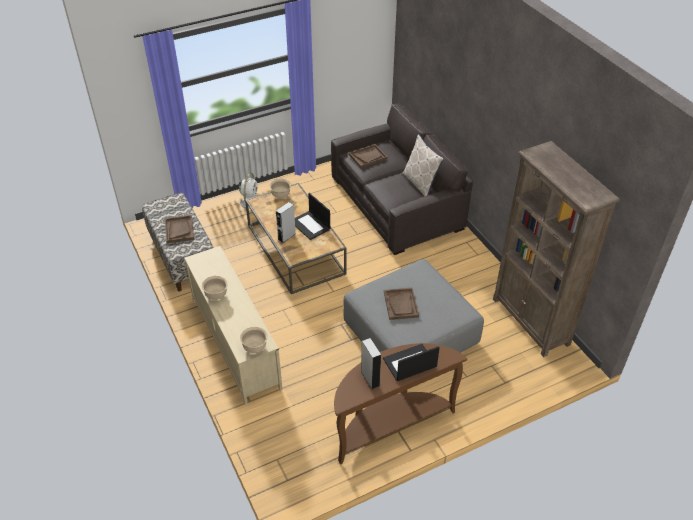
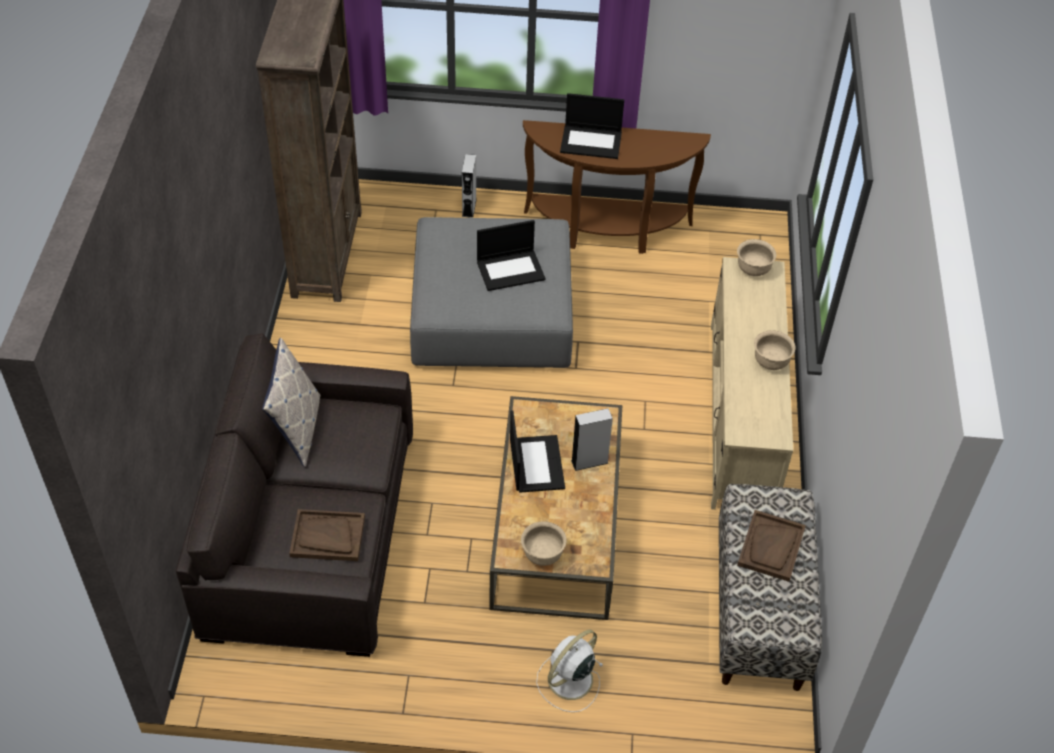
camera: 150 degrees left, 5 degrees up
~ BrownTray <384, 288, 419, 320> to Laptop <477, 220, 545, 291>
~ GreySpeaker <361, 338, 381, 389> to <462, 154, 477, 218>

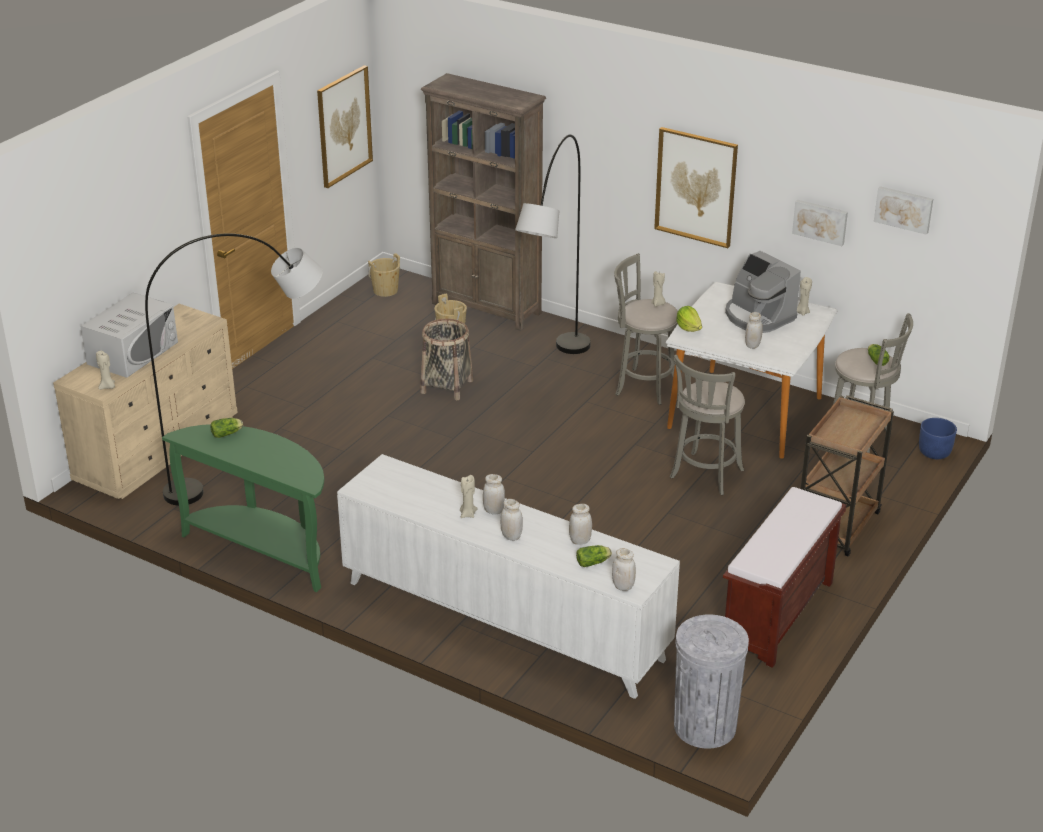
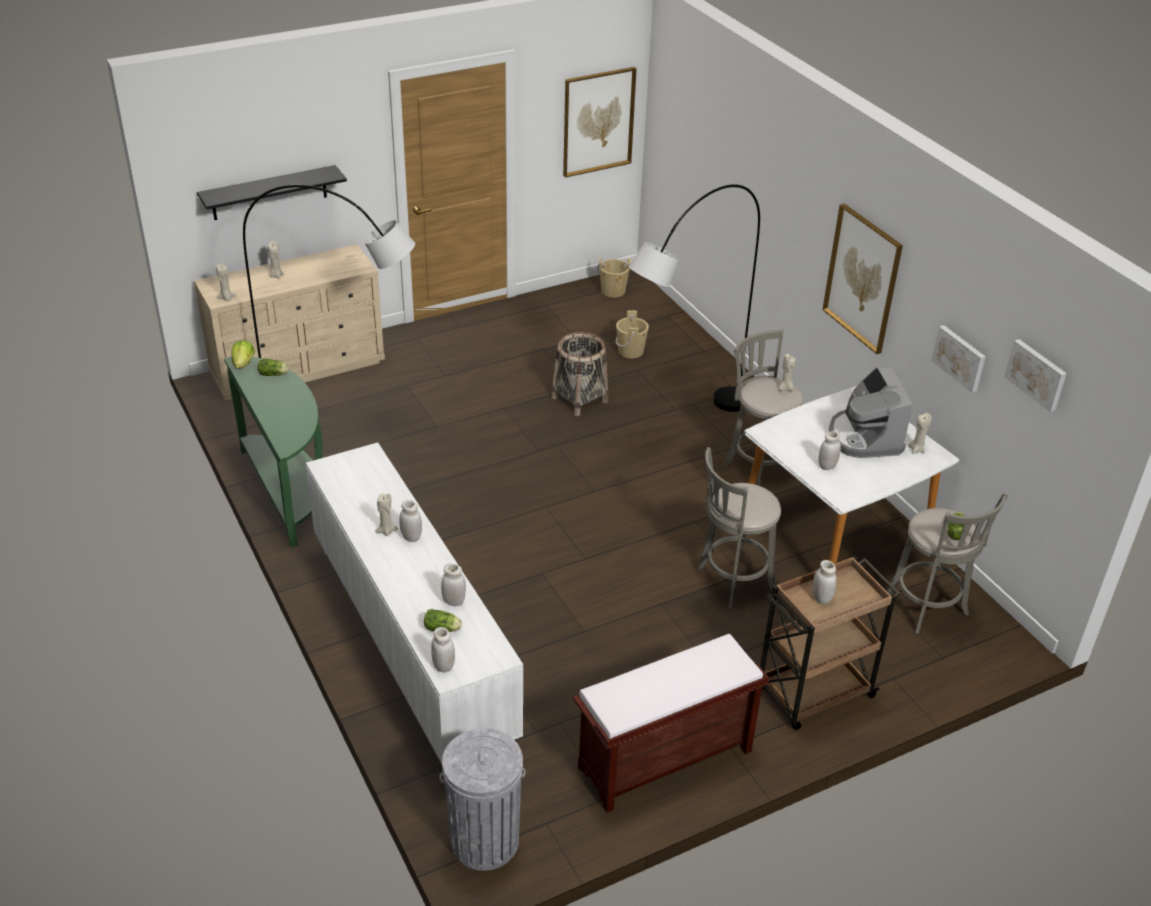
camera: 30 degrees right, 5 degrees up
- BrownBookcase <421, 73, 546, 331>
~ WhiteMicrowave <80, 293, 178, 378> to BeigeCandle <268, 241, 284, 279>
~ Lettuce <676, 306, 702, 332> to <231, 340, 255, 369>
- BluePlanter <919, 418, 957, 459>
~ WhiteJar <501, 499, 523, 541> to <812, 560, 836, 604>
+ BlackShelf <197, 165, 347, 220>

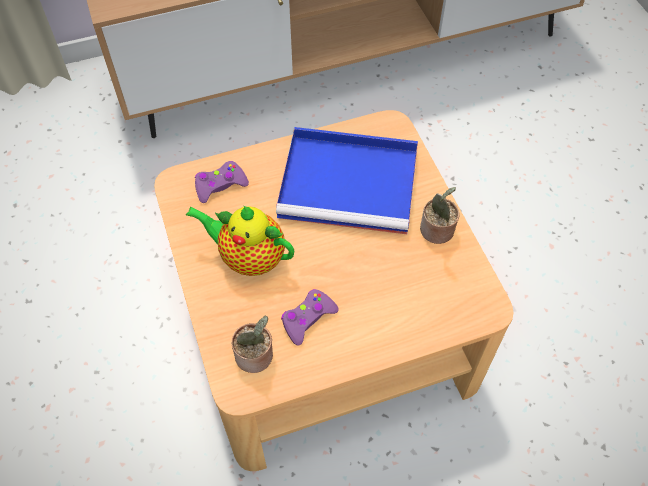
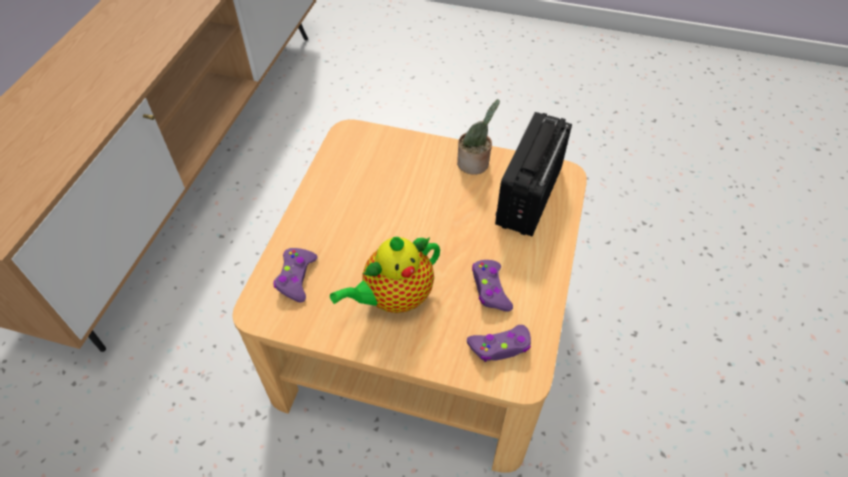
camera: 55 degrees left, 5 degrees down
- BlueTray <276, 127, 418, 234>
~ PottedPlant <232, 316, 273, 373> to PurpleGameController <467, 325, 531, 362>
+ Radio <495, 112, 572, 236>

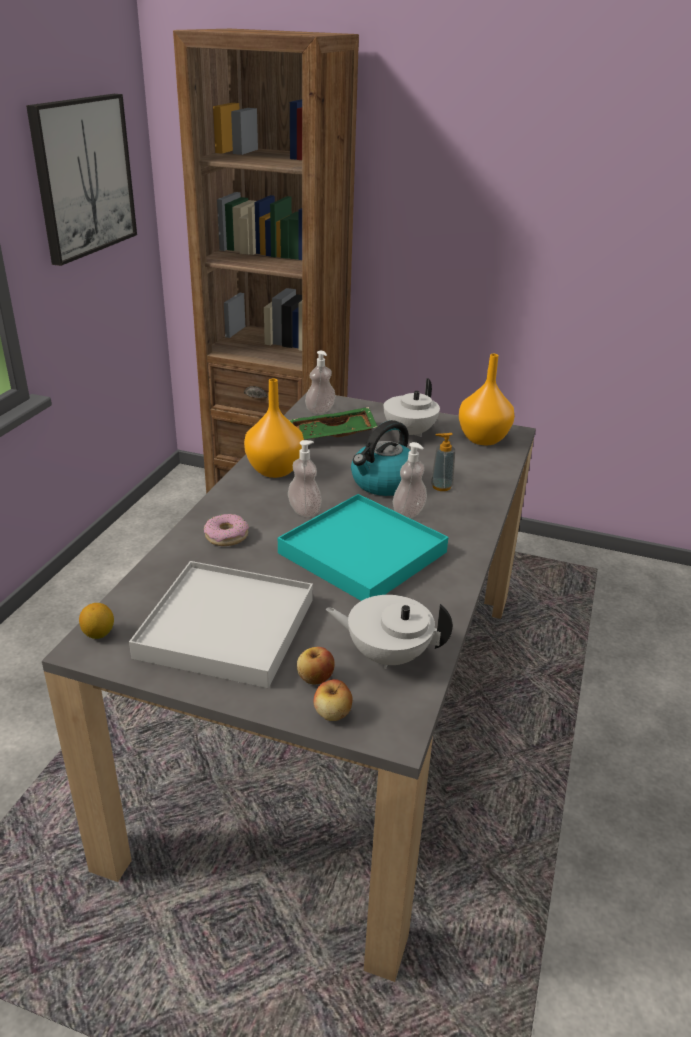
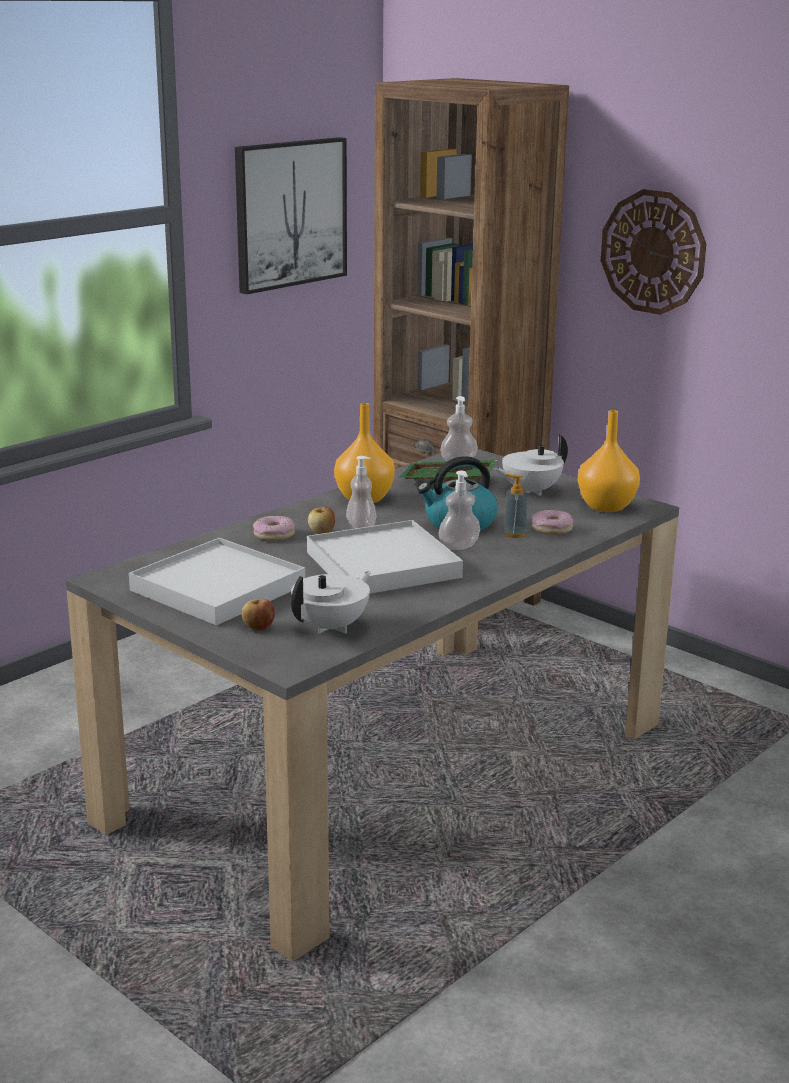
camera: 25 degrees right, 10 degrees down
~ TurquoiseTray <278, 494, 448, 601> to WhiteTray <307, 520, 463, 593>
~ WhiteTeapot <326, 595, 453, 669> = <291, 571, 371, 634> 90 degrees clockwise
- Lemon <79, 603, 114, 639>
~ Apple <314, 679, 353, 721> to <308, 506, 335, 534>
+ WallClock <601, 189, 706, 315>
+ Donut <532, 510, 573, 535>

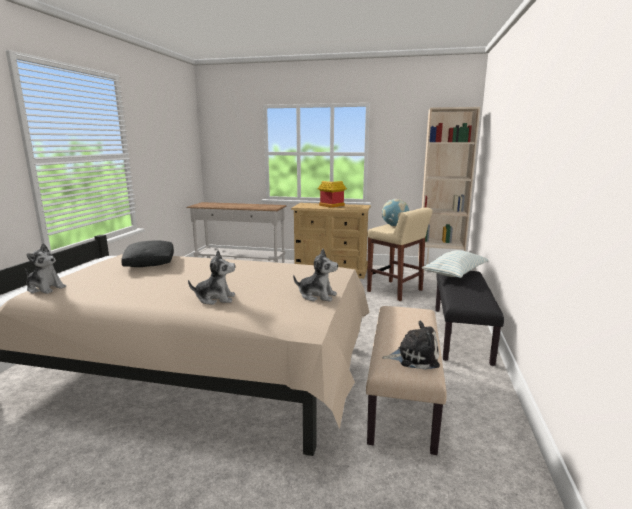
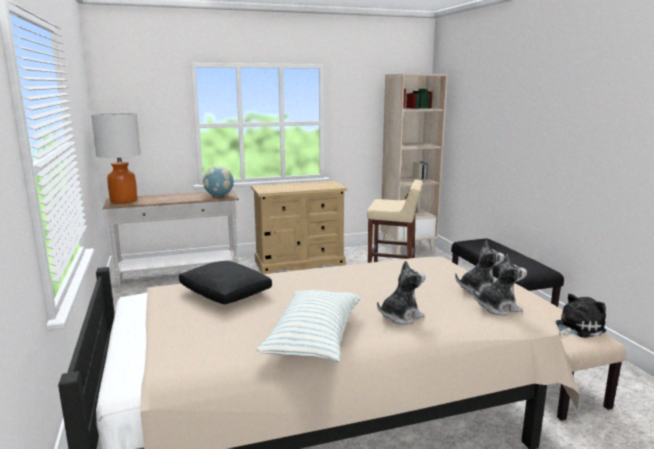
camera: 30 degrees left, 0 degrees up
- ToyHouse <318, 181, 347, 208>
~ Globe <382, 199, 409, 226> to <203, 166, 234, 197>
~ PlushToy <25, 243, 66, 294> to <473, 255, 527, 315>
~ Pillow <422, 250, 488, 278> to <256, 290, 360, 362>
+ TableLamp <91, 113, 141, 204>

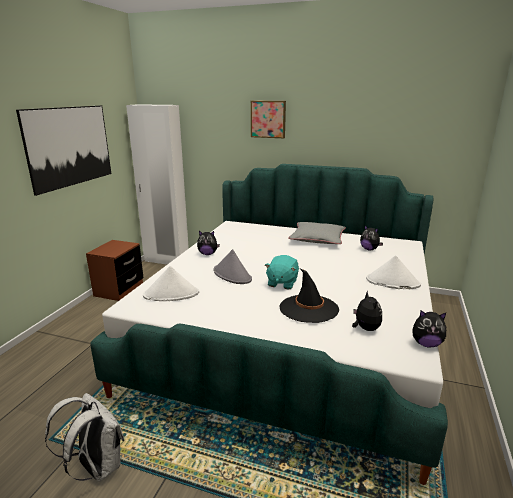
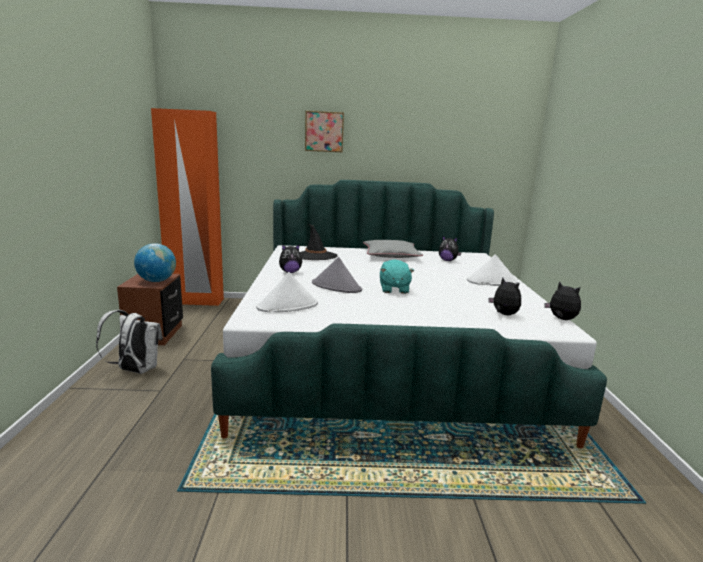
camera: 20 degrees left, 5 degrees down
~ WhiteWardrobe <126, 104, 189, 265> to OrangeWardrobe <151, 108, 224, 306>
- Picture <16, 105, 111, 196>
~ BlackHat <280, 269, 339, 323> to <300, 224, 338, 260>
~ PlushToy <412, 310, 446, 347> = <545, 281, 581, 320> 120 degrees counterclockwise
~ WhiteBackpack <45, 393, 125, 482> to <96, 310, 163, 374>
+ Globe <134, 243, 176, 282>

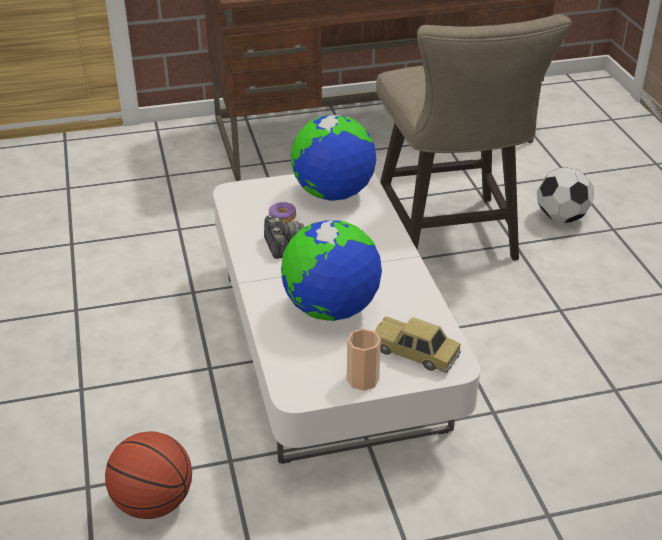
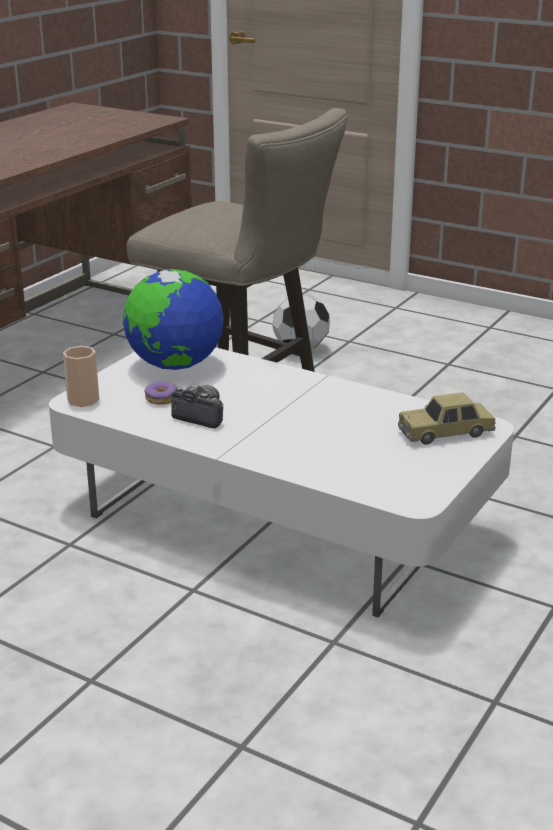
camera: 45 degrees left, 10 degrees down
- Globe <281, 220, 382, 321>
~ Cup <347, 329, 381, 391> to <63, 346, 99, 407>
- Basketball <105, 431, 192, 519>

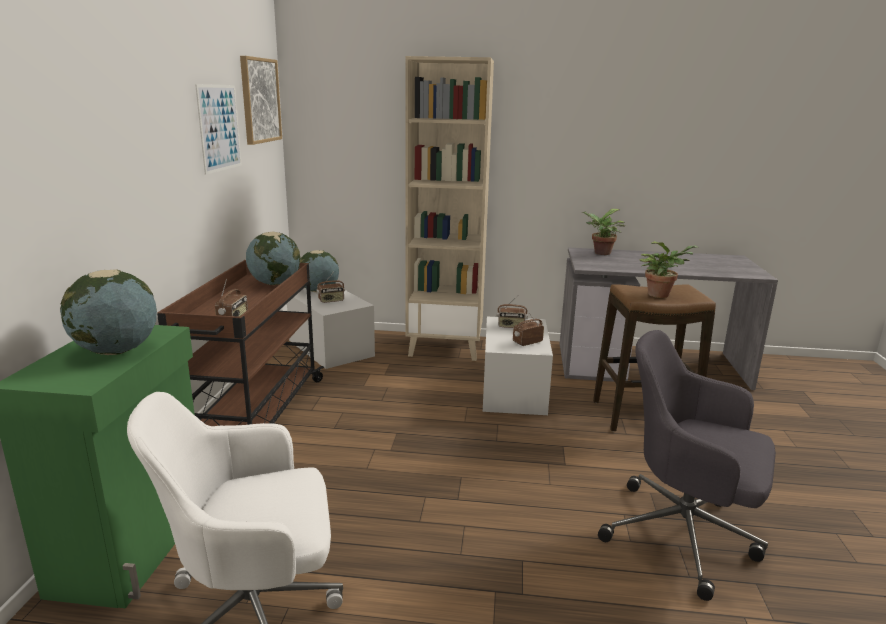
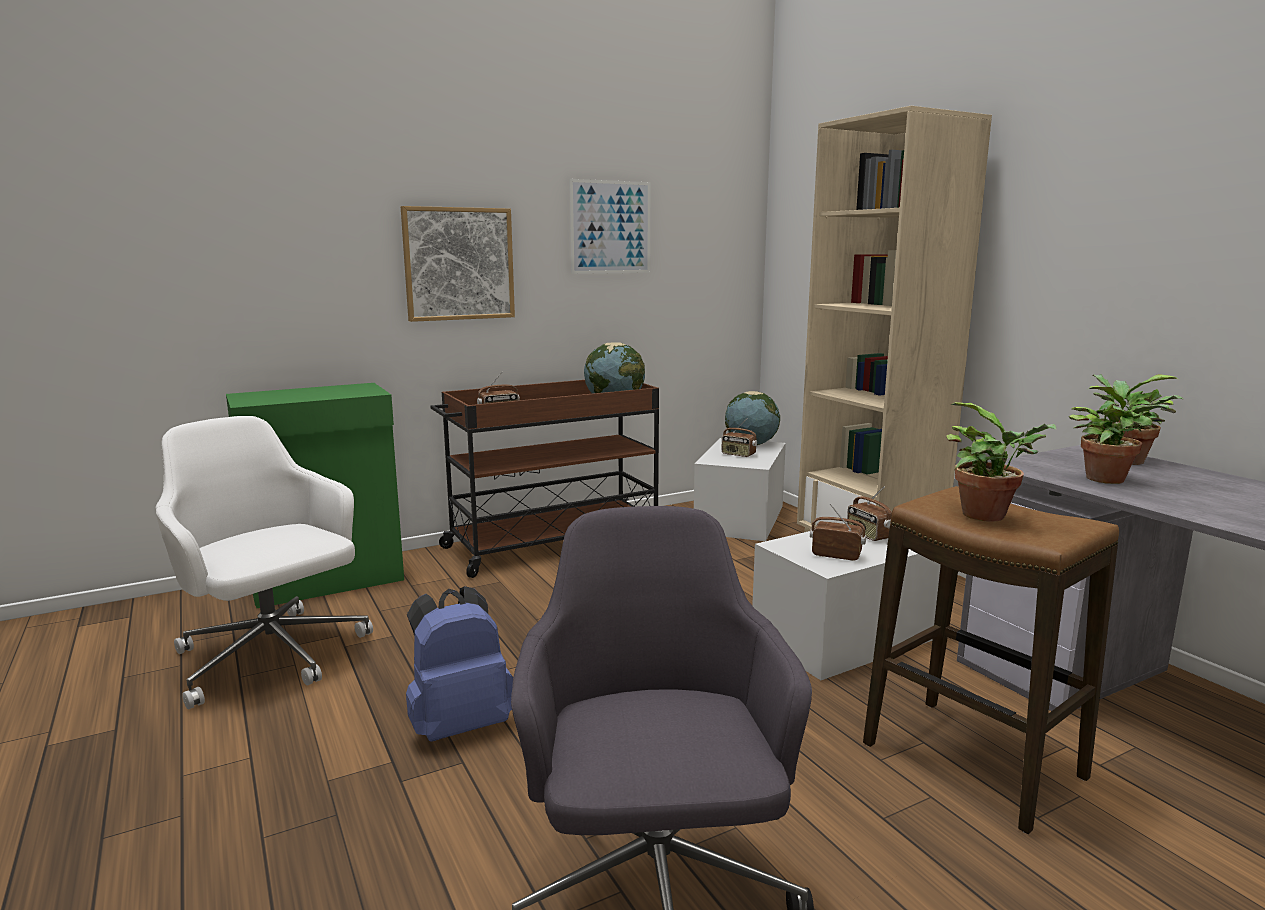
camera: 55 degrees right, 5 degrees down
~ Picture <240, 56, 282, 145> to <401, 206, 515, 322>
- Globe <60, 269, 157, 355>
+ PottedPlant <1069, 385, 1183, 484>
+ BlueBackpack <406, 586, 513, 742>

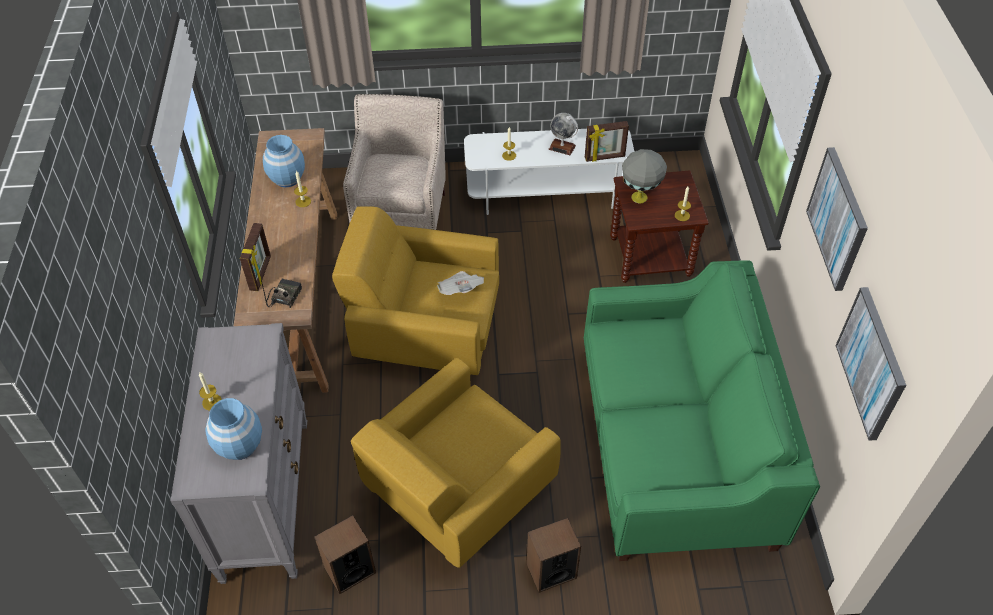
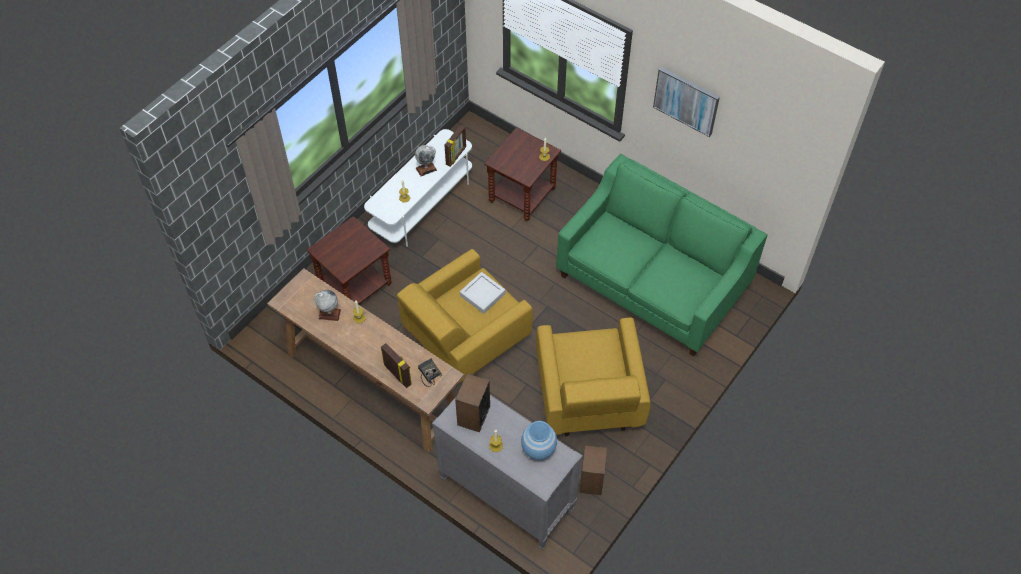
camera: 50 degrees left, 5 degrees up
~ BeigeArmchair <343, 94, 446, 230> to BrownSideTable <307, 216, 392, 305>
~ BlueVase <263, 135, 305, 187> to Globe <313, 290, 341, 321>
- GreyTableLamp <622, 149, 667, 203>
~ Newspaper <437, 271, 484, 295> to GreyTray <460, 272, 505, 314>
- Picture <835, 287, 906, 441>
~ Speaker <527, 518, 581, 593> to <455, 373, 490, 432>

